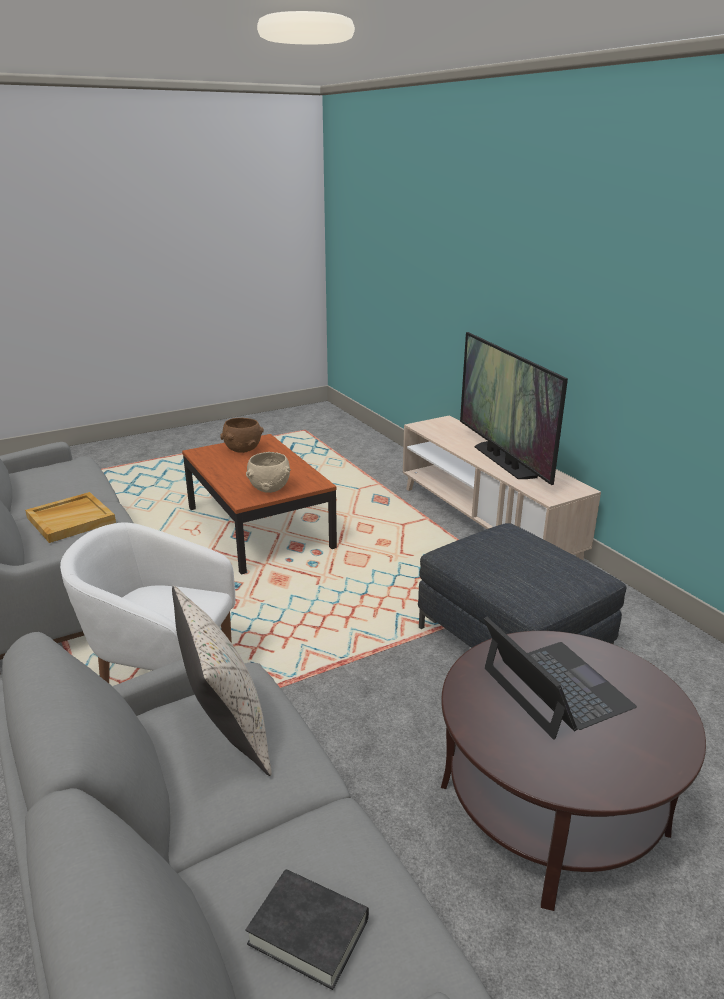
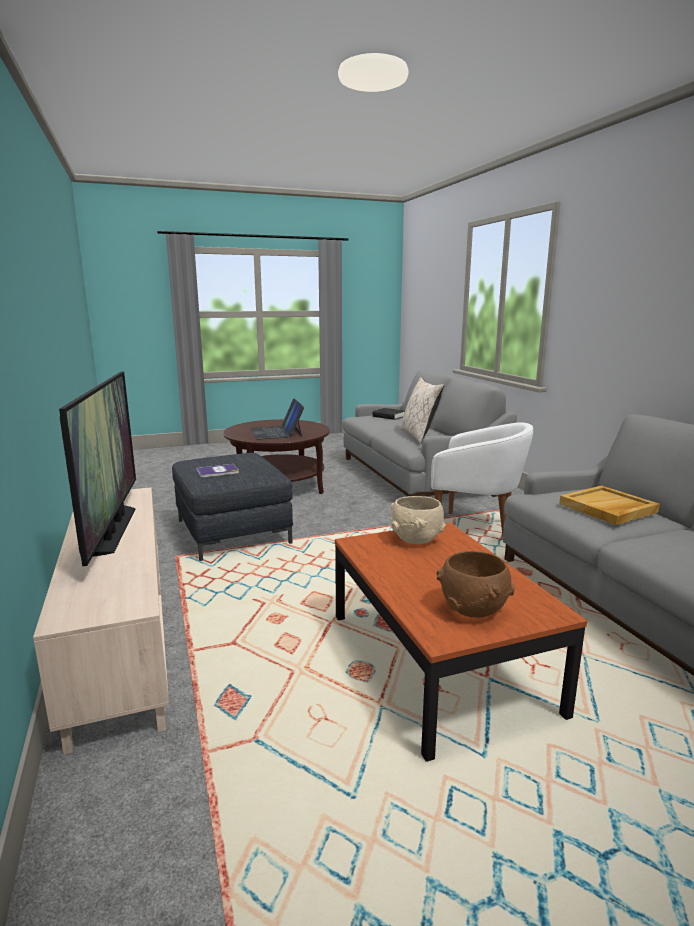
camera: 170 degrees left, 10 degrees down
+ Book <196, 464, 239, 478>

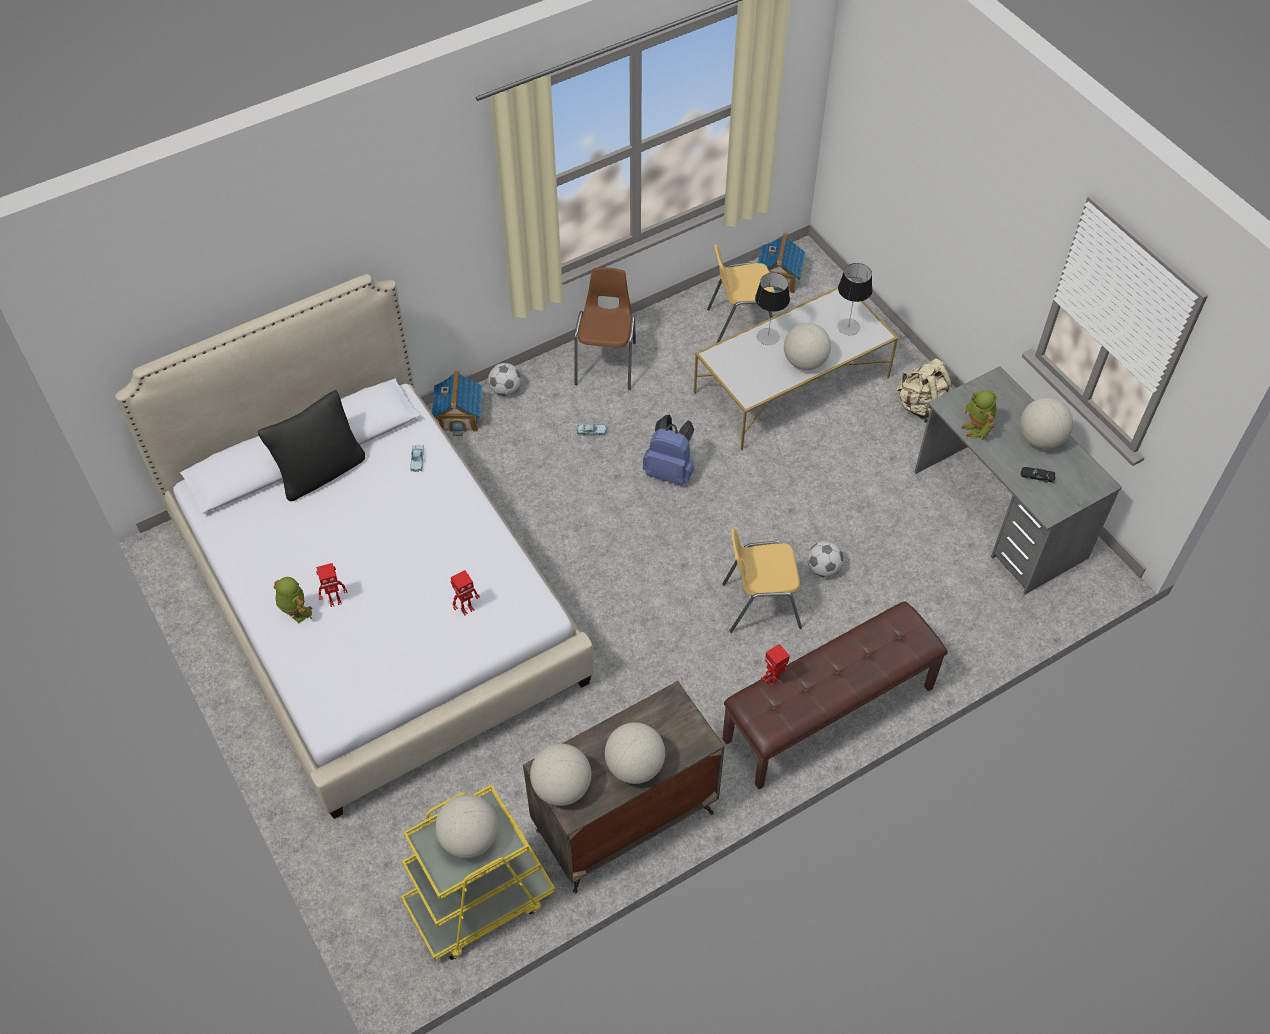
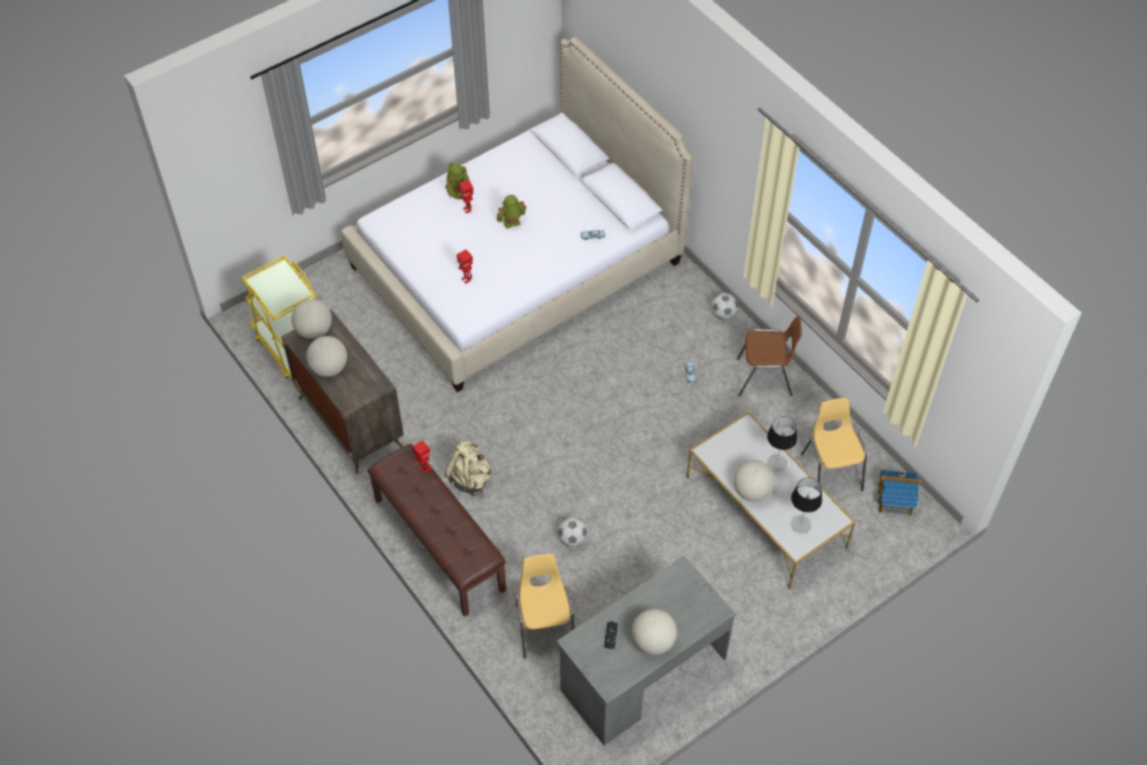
camera: 85 degrees right, 0 degrees up
~ BeigeBackpack <895, 358, 953, 423> to <445, 441, 491, 496>
- ToyHouse <432, 370, 482, 436>
- BlackPillow <258, 390, 365, 501>
~ ToyRobot <961, 391, 997, 440> to <497, 195, 527, 229>
- BlueBackpack <643, 415, 694, 486>
~ YellowChair <722, 529, 802, 633> to <516, 554, 575, 659>
- Globe <435, 794, 498, 858>

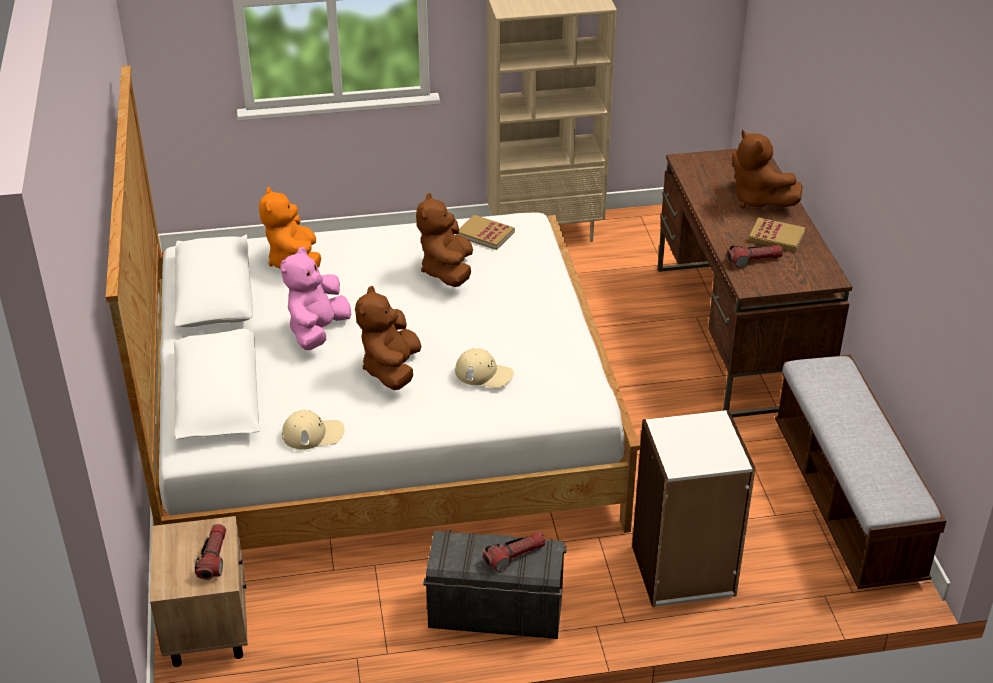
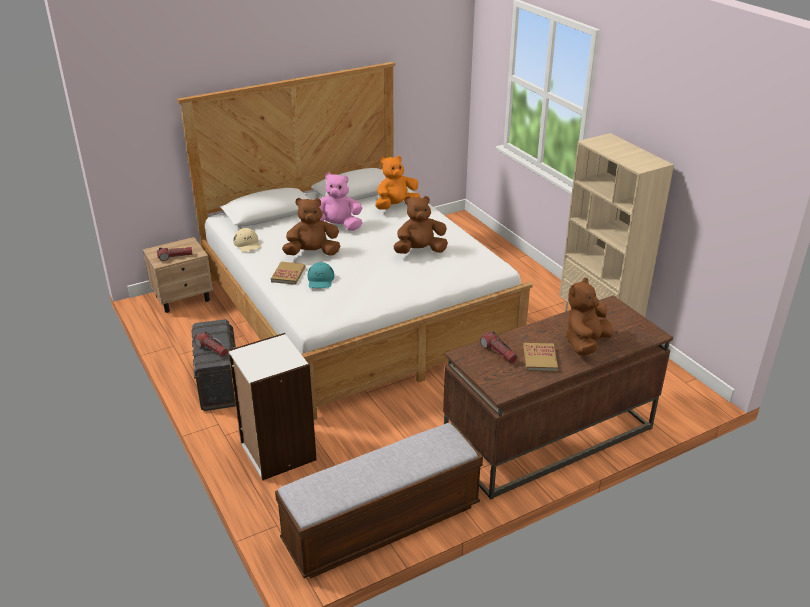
camera: 70 degrees right, 5 degrees down
~ Book <456, 215, 515, 250> to <271, 262, 306, 285>
~ BeigeCap <455, 348, 514, 388> to TurquoiseCap <307, 262, 334, 288>

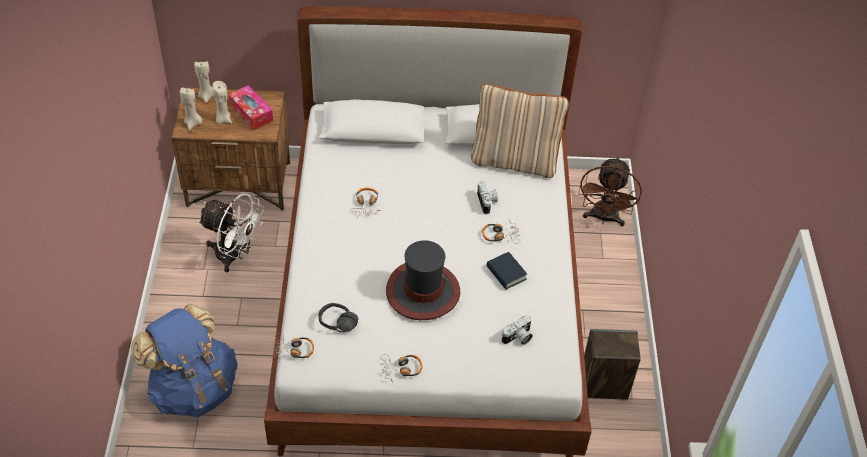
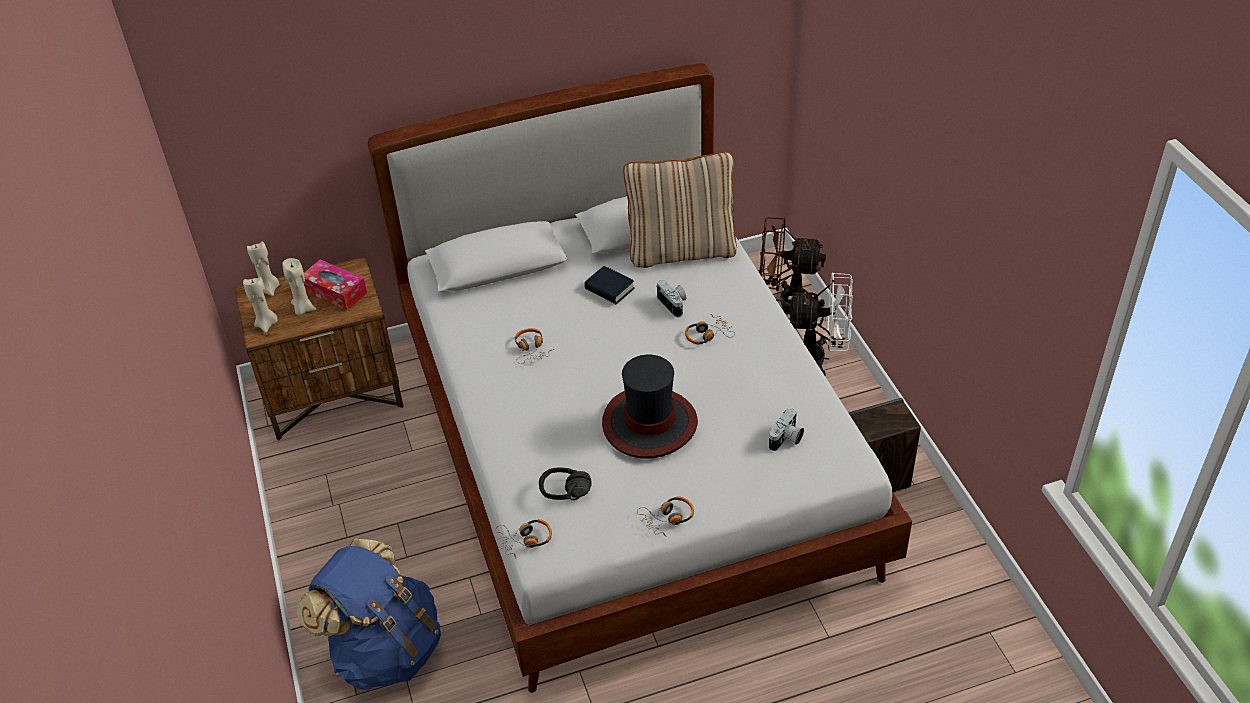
camera: 15 degrees left, 5 degrees down
~ BrownFan <578, 157, 642, 226> = <759, 216, 826, 311> 105 degrees clockwise
~ WhiteFan <198, 194, 264, 272> to <784, 272, 853, 375>
~ Book <486, 252, 527, 289> to <584, 266, 635, 304>

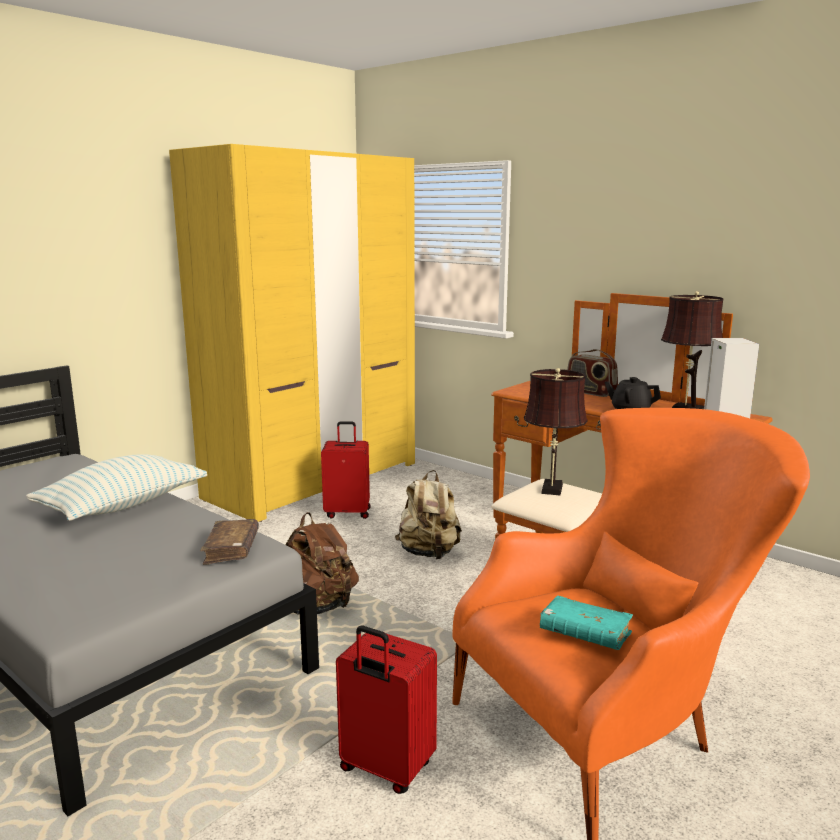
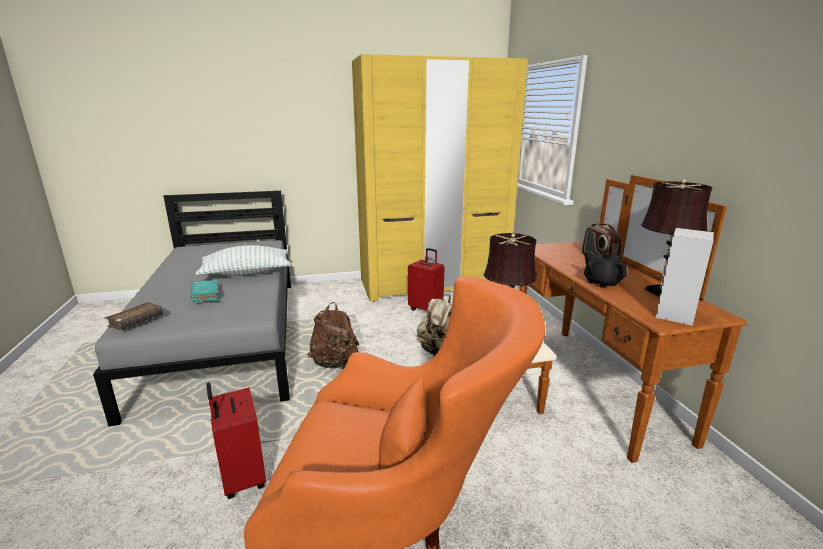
camera: 35 degrees right, 5 degrees up
~ BrownBook <201, 519, 259, 565> to <104, 302, 164, 330>
~ TurquoiseBook <540, 596, 633, 650> to <191, 280, 220, 302>

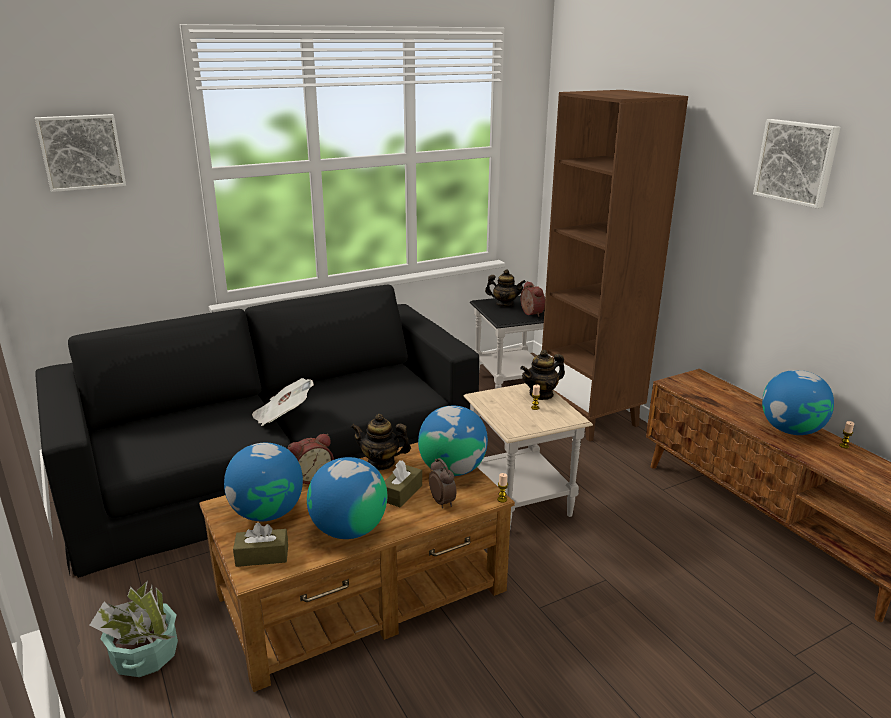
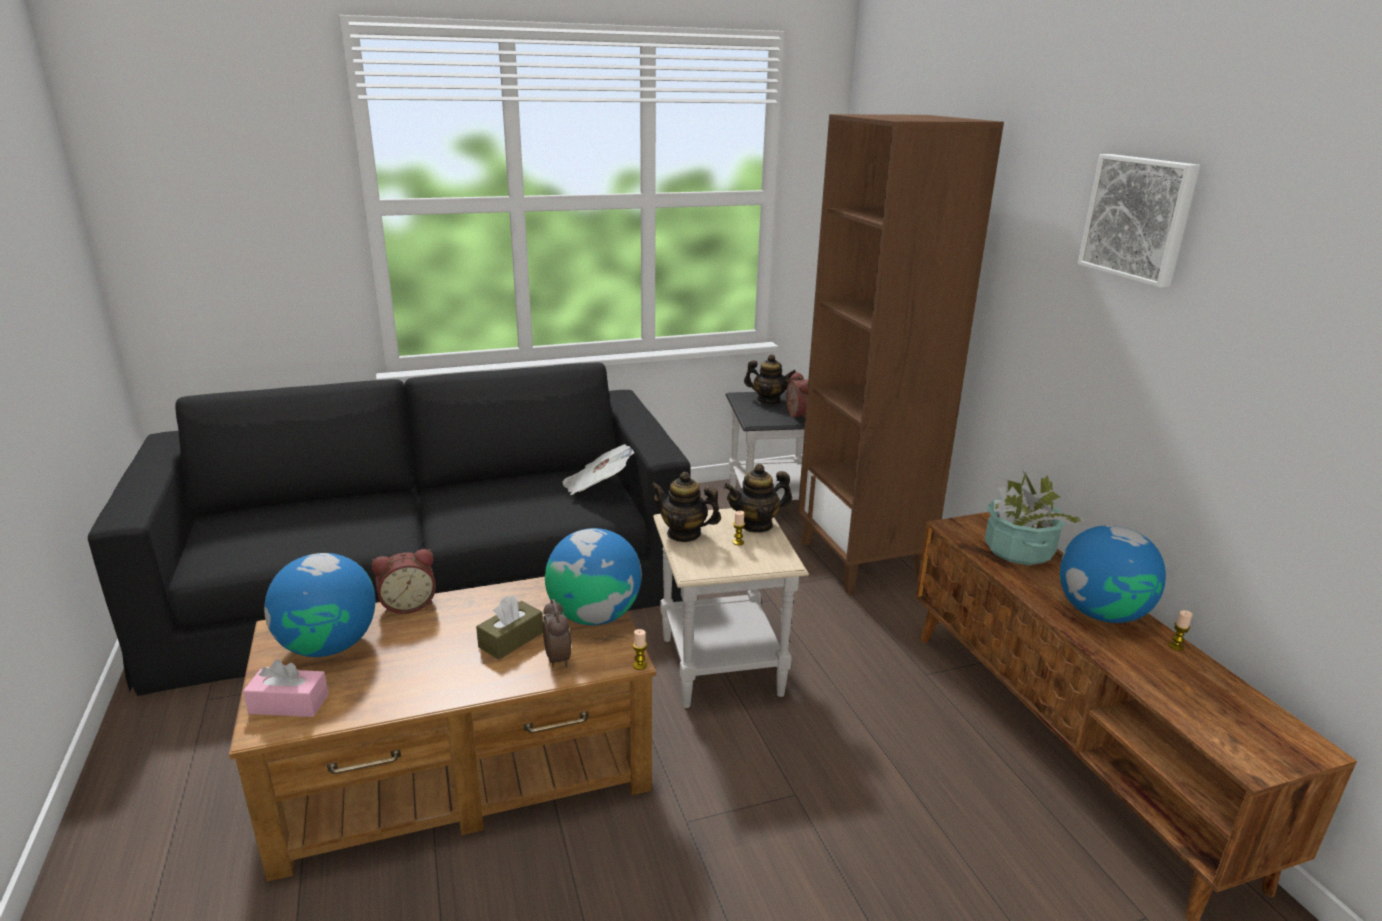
camera: 10 degrees right, 0 degrees up
- Picture <35, 114, 126, 192>
~ Newspaper <252, 378, 314, 426> to <562, 444, 634, 495>
~ Teapot <351, 414, 411, 470> to <650, 472, 721, 542>
- Globe <307, 457, 387, 539>
~ BrownTissueBox <233, 523, 288, 567> to PinkTissueBox <243, 659, 329, 717>
~ PottedPlant <89, 581, 178, 677> to <985, 470, 1089, 565>

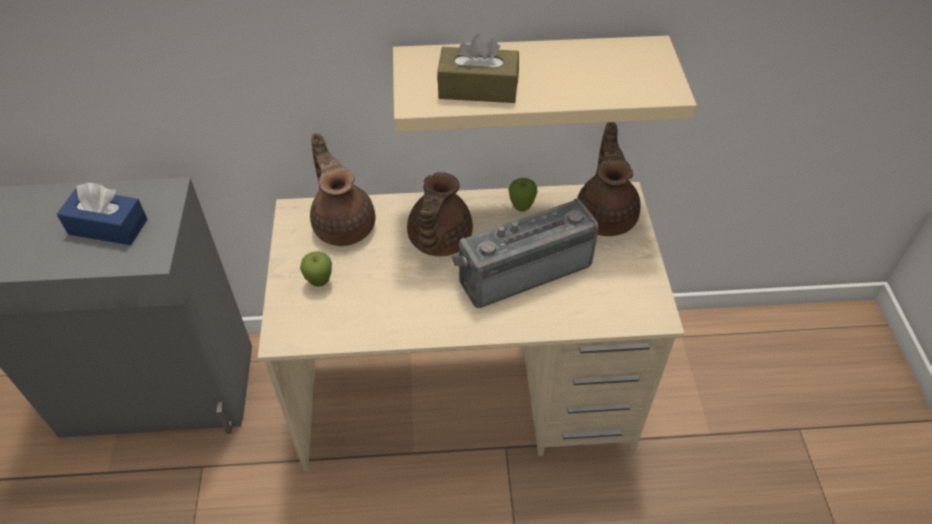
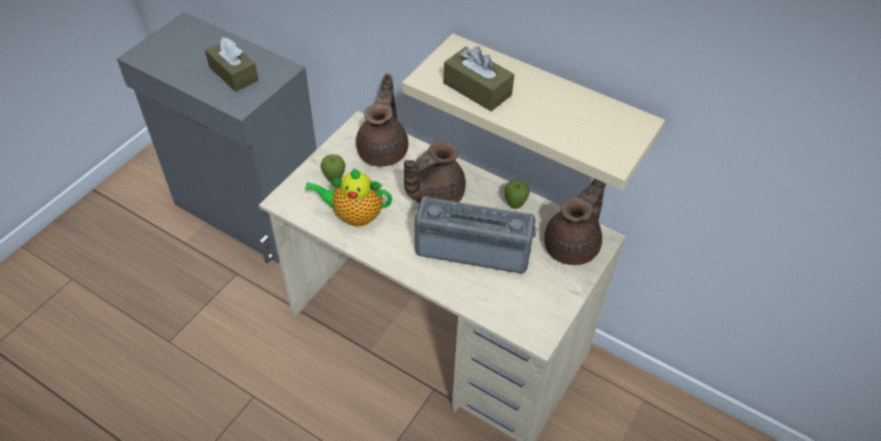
camera: 35 degrees right, 0 degrees up
~ BlueTissueBox <57, 183, 148, 245> to BrownTissueBox <205, 37, 258, 92>
+ Teapot <305, 168, 392, 227>

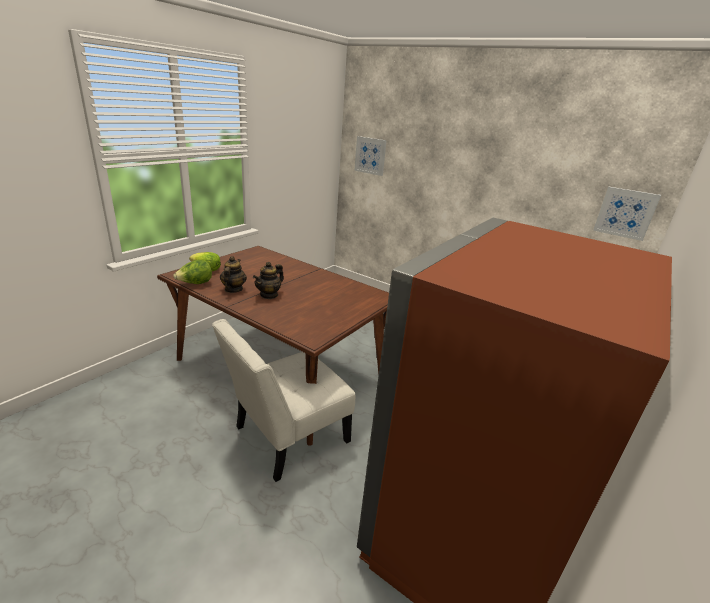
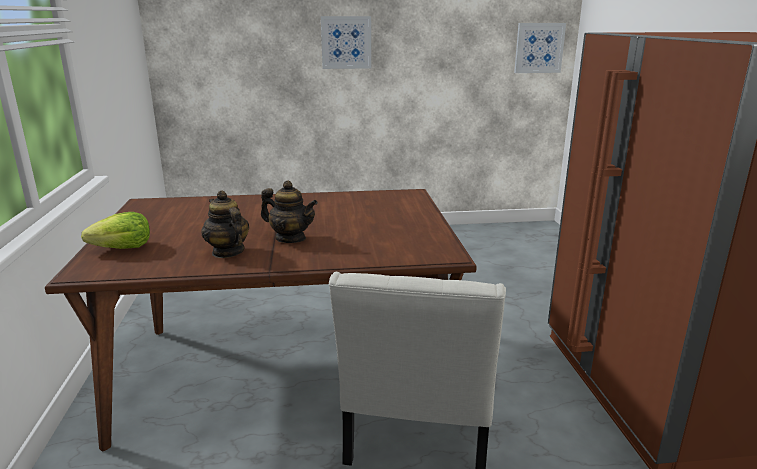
camera: 40 degrees left, 5 degrees down
~ Picture <354, 136, 387, 176> to <321, 16, 371, 69>
- Lettuce <173, 260, 212, 284>
~ Teapot <253, 262, 284, 299> = <261, 181, 318, 243> 60 degrees counterclockwise

